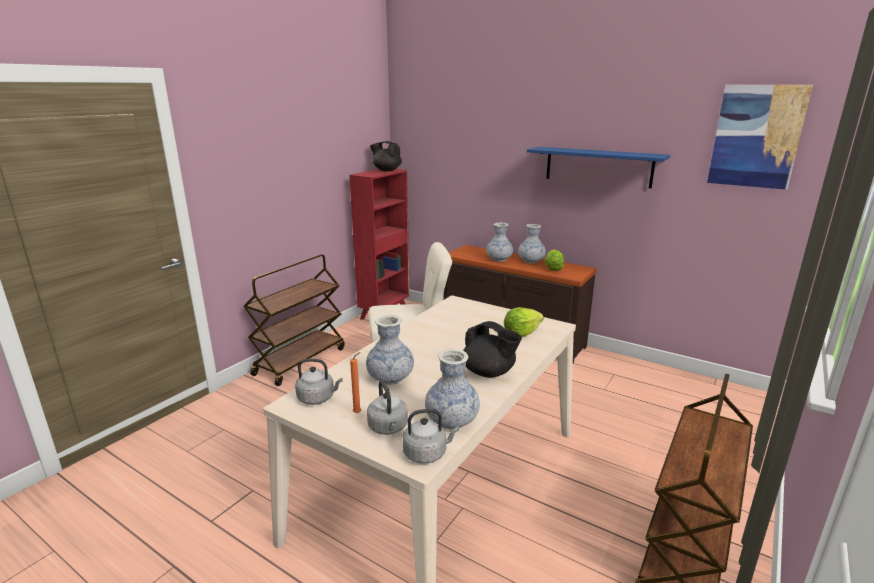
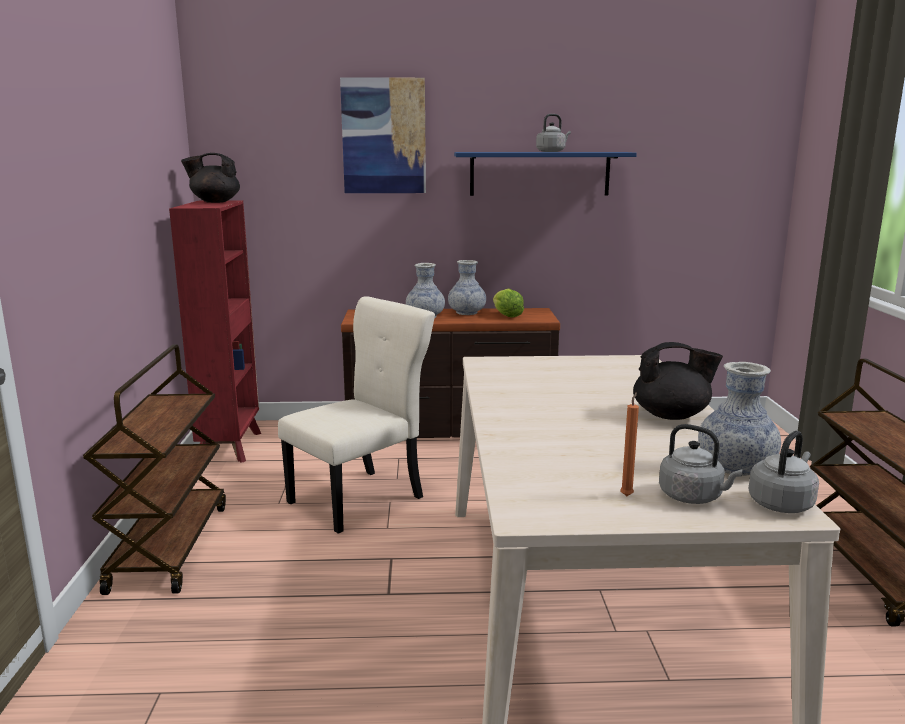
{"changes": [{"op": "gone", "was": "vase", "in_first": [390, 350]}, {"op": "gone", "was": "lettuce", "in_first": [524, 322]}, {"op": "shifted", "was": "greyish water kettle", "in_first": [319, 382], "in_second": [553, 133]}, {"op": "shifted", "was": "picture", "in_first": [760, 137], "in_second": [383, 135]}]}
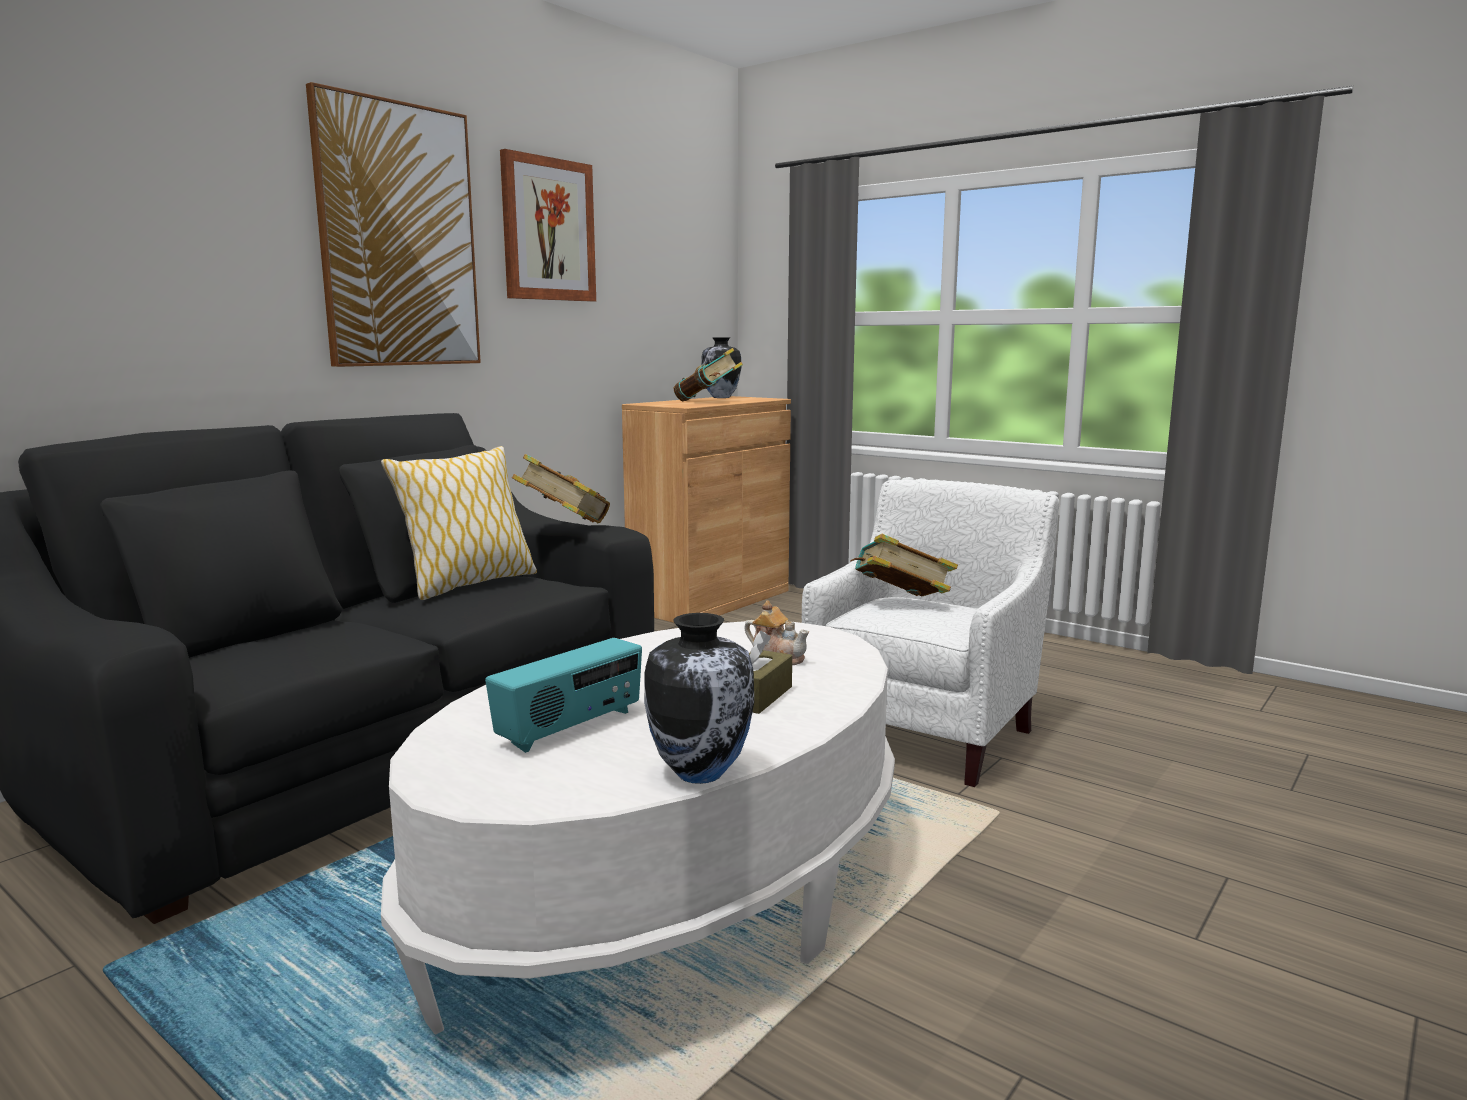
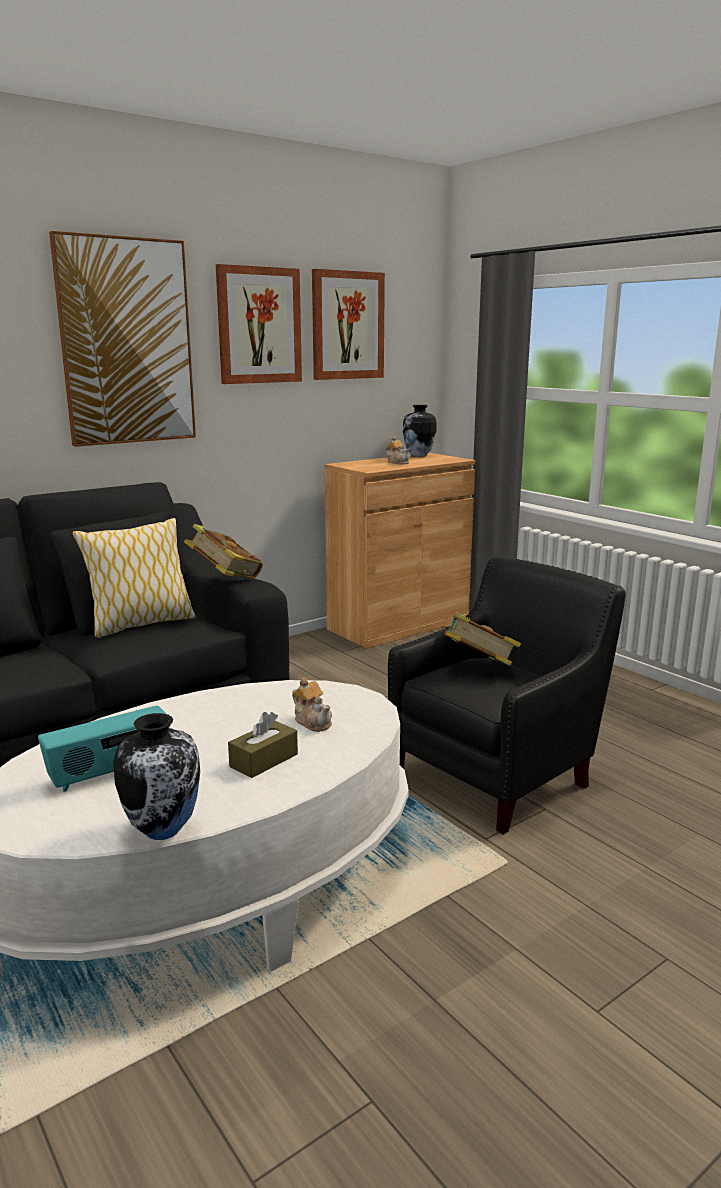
{"changes": [{"op": "new", "now": "picture", "in_second": [348, 324]}, {"op": "swapped", "was": "bound book", "now": "pot for tea", "in_first": [708, 374], "in_second": [397, 450]}, {"op": "repainted", "was": "white armchair", "now": "black armchair", "in_first": [930, 633], "in_second": [507, 696]}]}
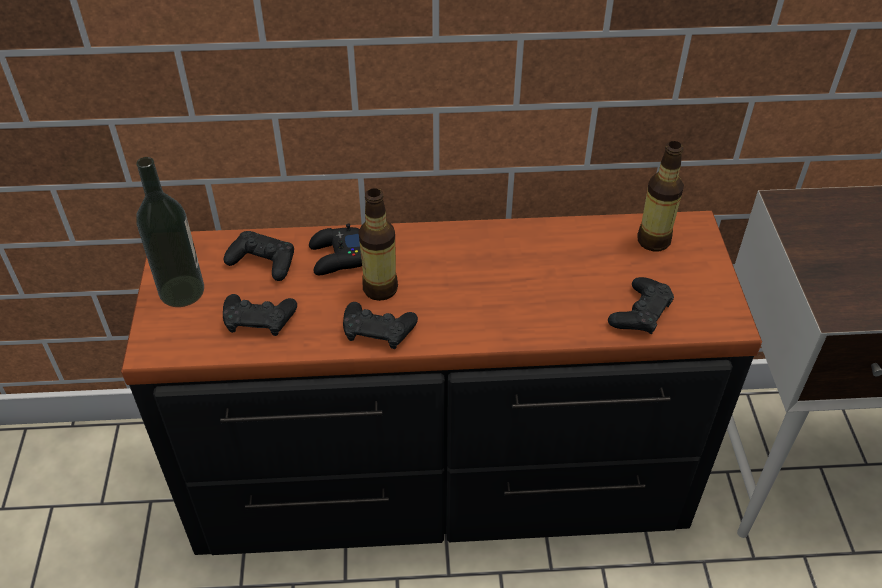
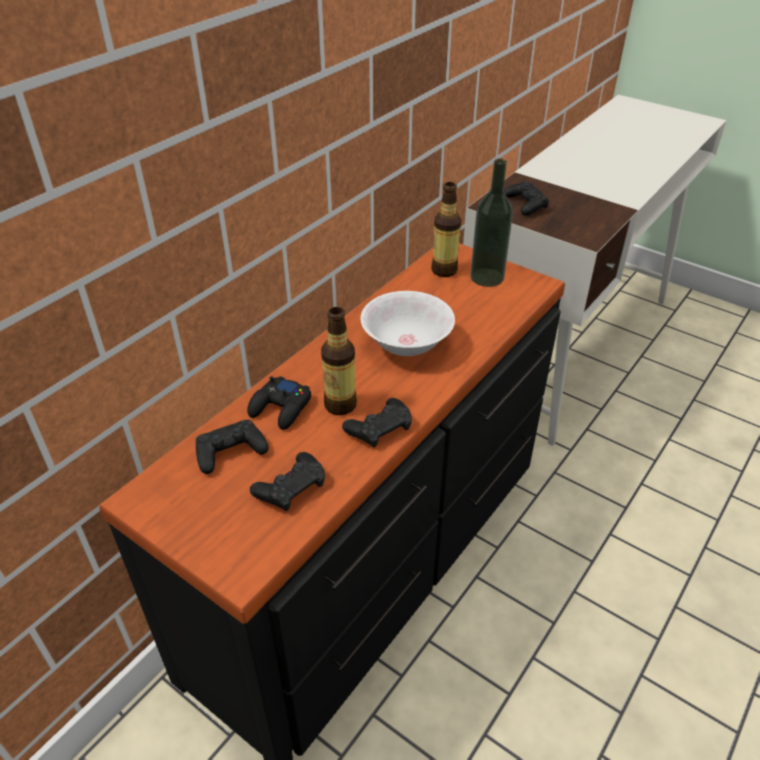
{"changes": [{"op": "new", "now": "white bowl", "in_second": [408, 323]}, {"op": "shifted", "was": "bottle", "in_first": [170, 232], "in_second": [491, 222]}, {"op": "shifted", "was": "black gamepad", "in_first": [641, 306], "in_second": [526, 198]}]}
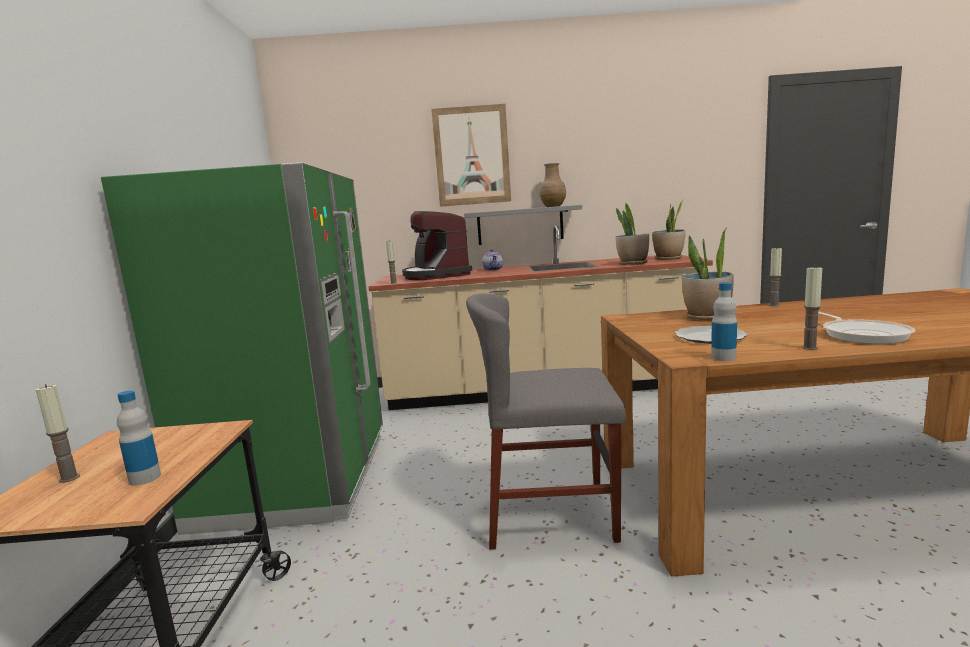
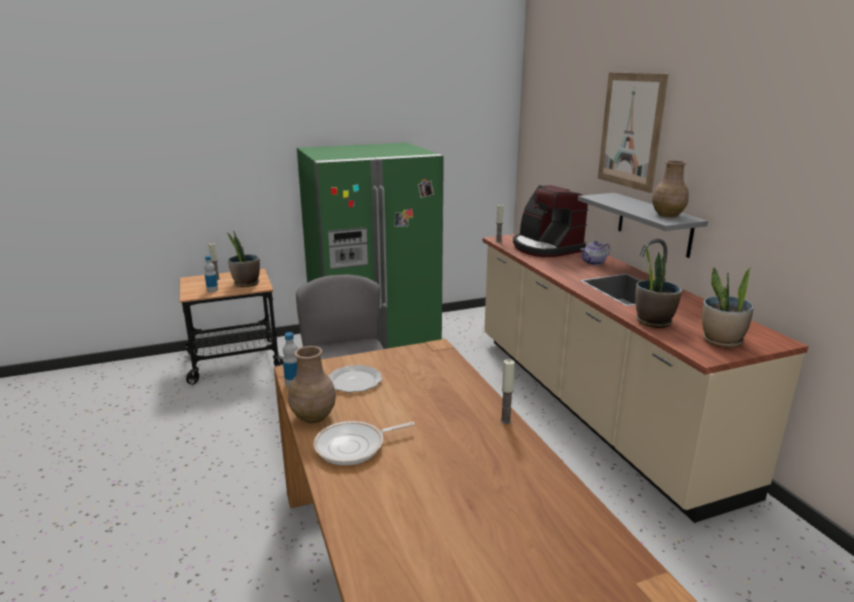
{"changes": [{"op": "shifted", "was": "potted plant", "in_first": [708, 274], "in_second": [243, 259]}, {"op": "swapped", "was": "wax candle", "now": "brown-coloured vase", "in_first": [812, 307], "in_second": [312, 384]}, {"op": "rotated", "was": "coffee brewer", "in_first": [437, 245], "in_second": [550, 221], "clockwise": -75}]}
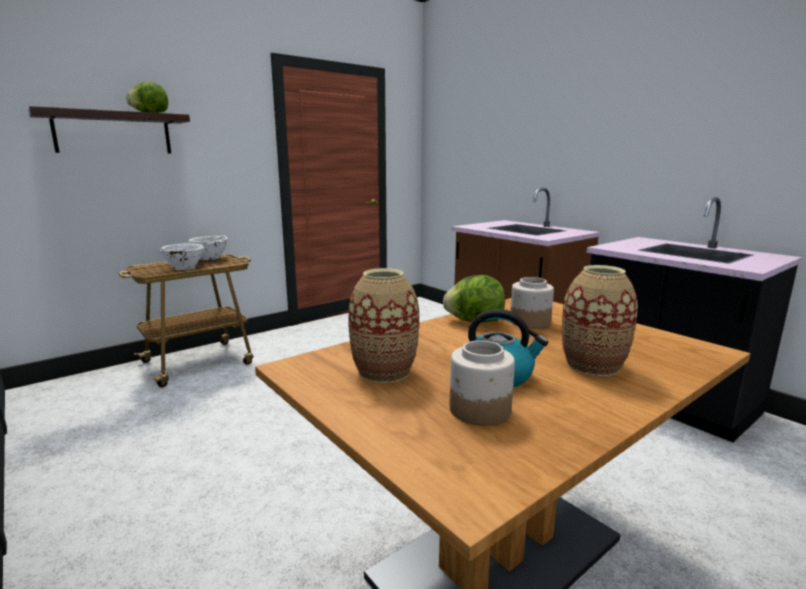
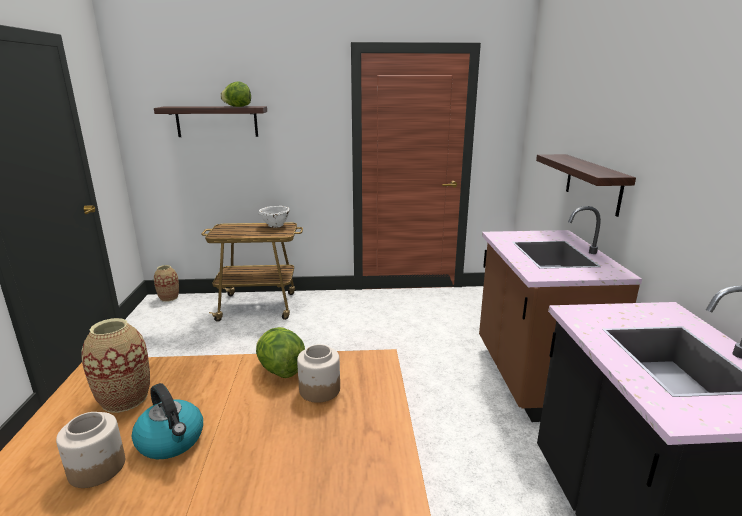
{"changes": [{"op": "gone", "was": "white bowl", "in_first": [181, 257]}, {"op": "new", "now": "shelf", "in_second": [586, 185]}, {"op": "shifted", "was": "vase", "in_first": [600, 320], "in_second": [166, 283]}]}
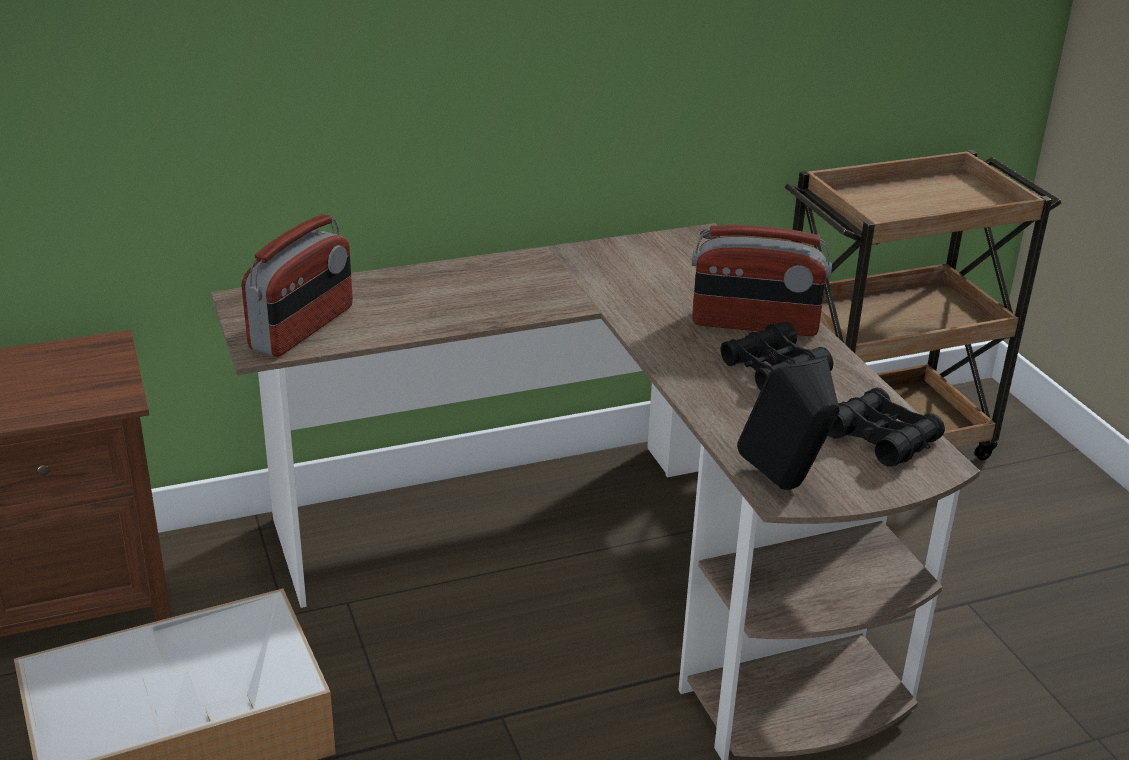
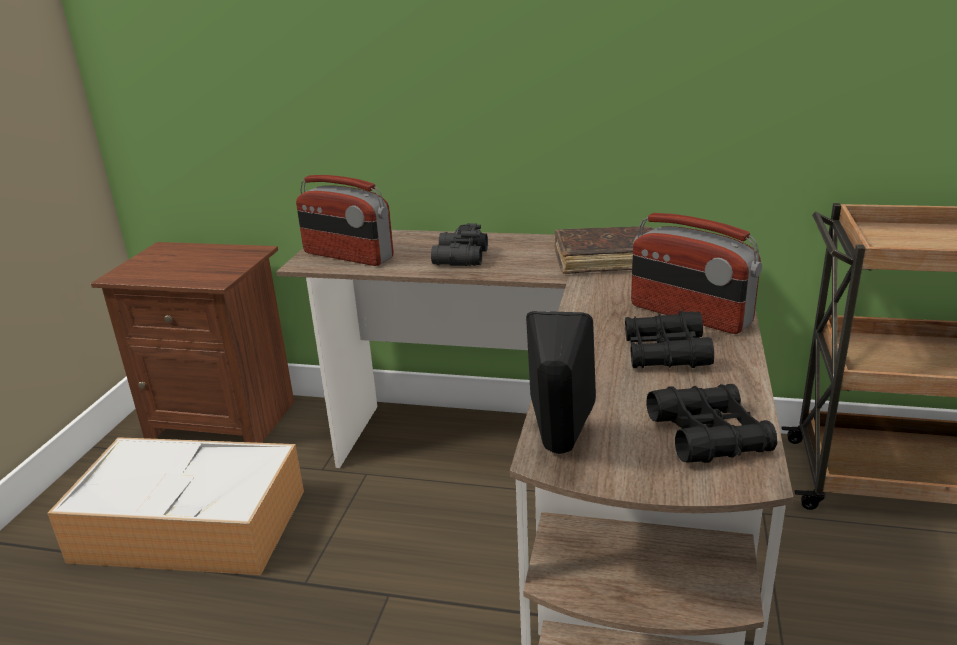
{"changes": [{"op": "new", "now": "black pair of binoculars", "in_second": [459, 244]}, {"op": "new", "now": "brown-coloured bound book", "in_second": [604, 250]}, {"op": "rotated", "was": "radio set", "in_first": [297, 285], "in_second": [345, 220], "clockwise": 60}]}
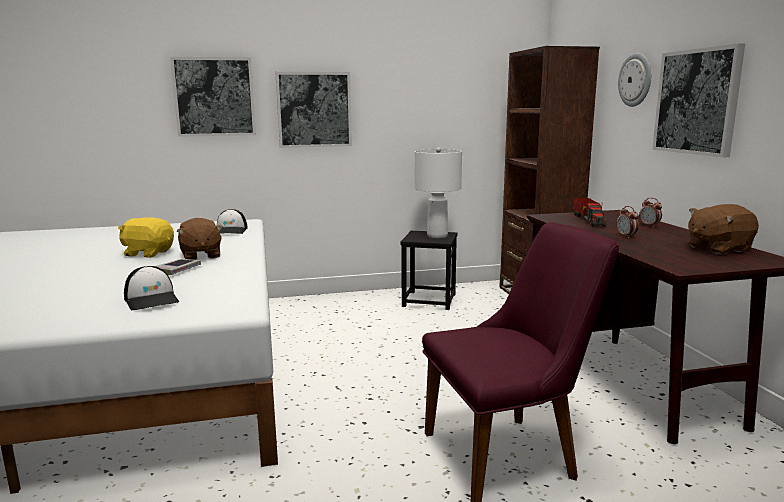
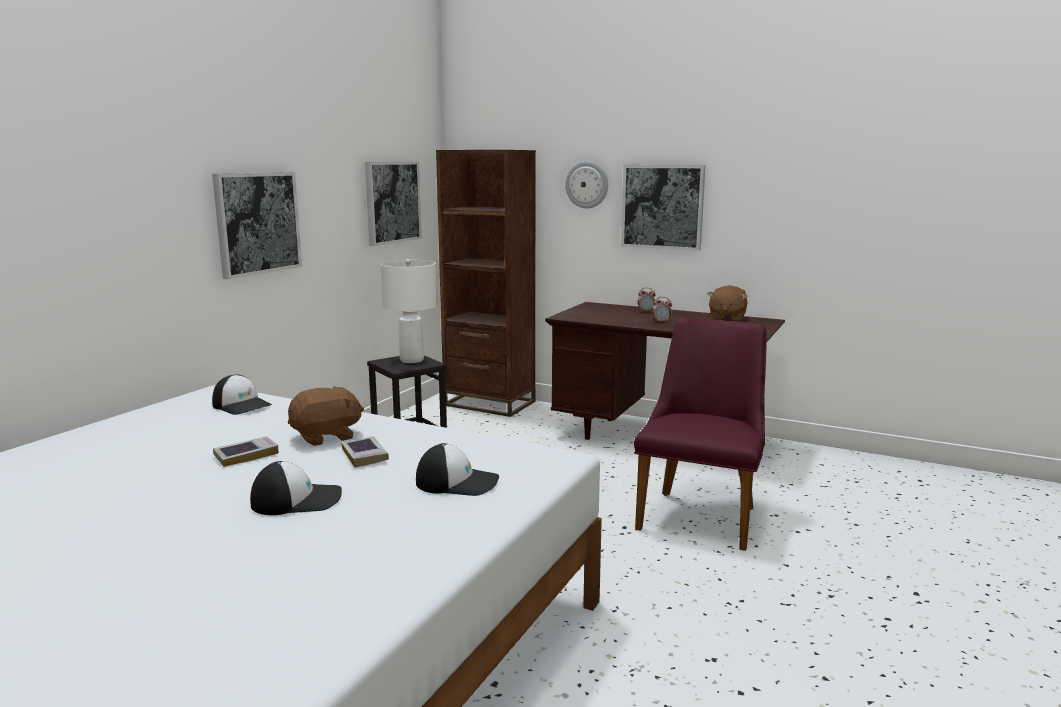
{"changes": [{"op": "gone", "was": "model truck", "in_first": [589, 212]}, {"op": "new", "now": "cap", "in_second": [296, 488]}, {"op": "shifted", "was": "picture", "in_first": [213, 97], "in_second": [393, 203]}, {"op": "swapped", "was": "yellowish cuddly toy", "now": "bound book", "in_first": [146, 237], "in_second": [246, 451]}, {"op": "rotated", "was": "brown-coloured cuddly toy", "in_first": [200, 239], "in_second": [326, 416], "clockwise": -45}]}
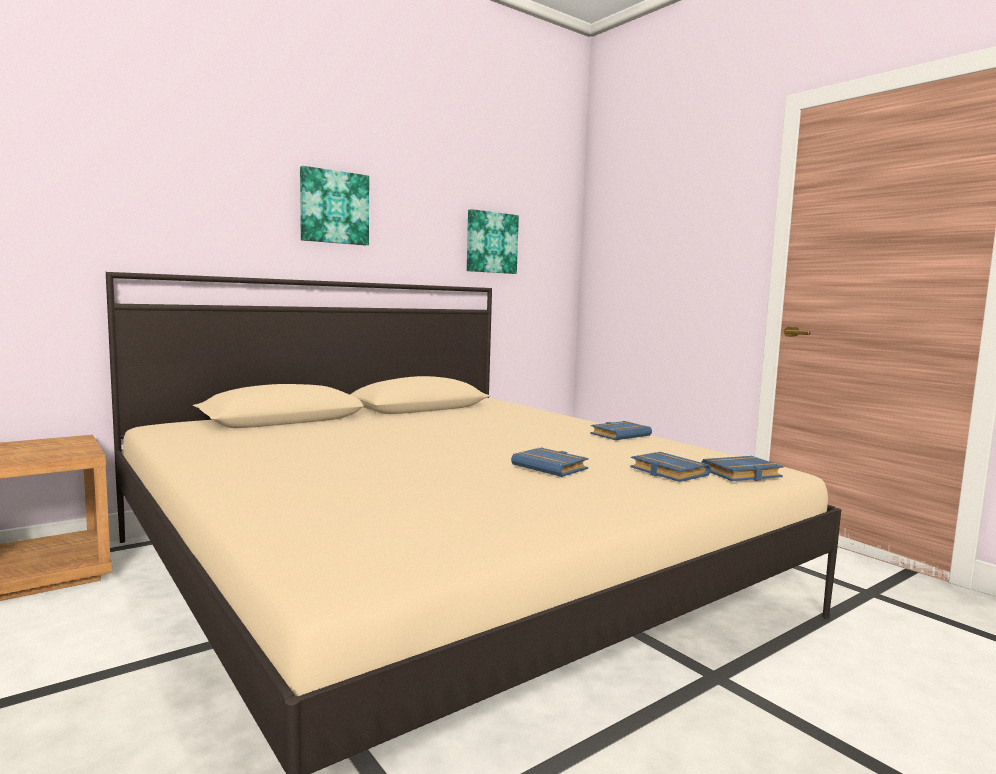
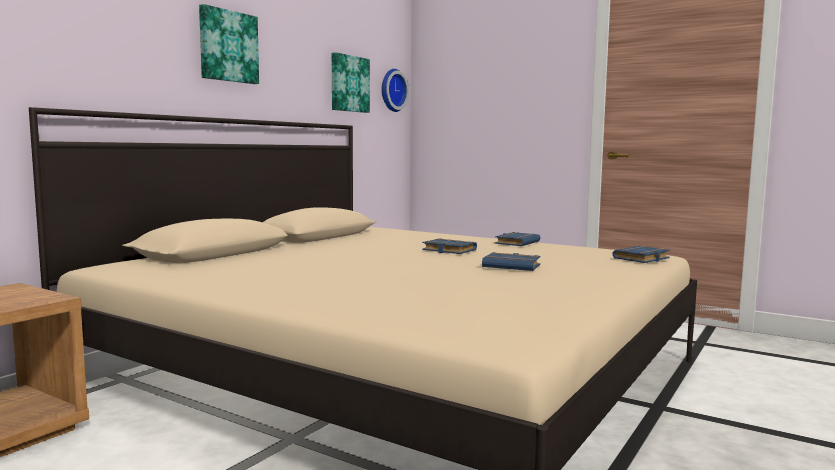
{"changes": [{"op": "new", "now": "wall clock", "in_second": [395, 90]}, {"op": "shifted", "was": "bluish bound book", "in_first": [670, 467], "in_second": [449, 246]}]}
